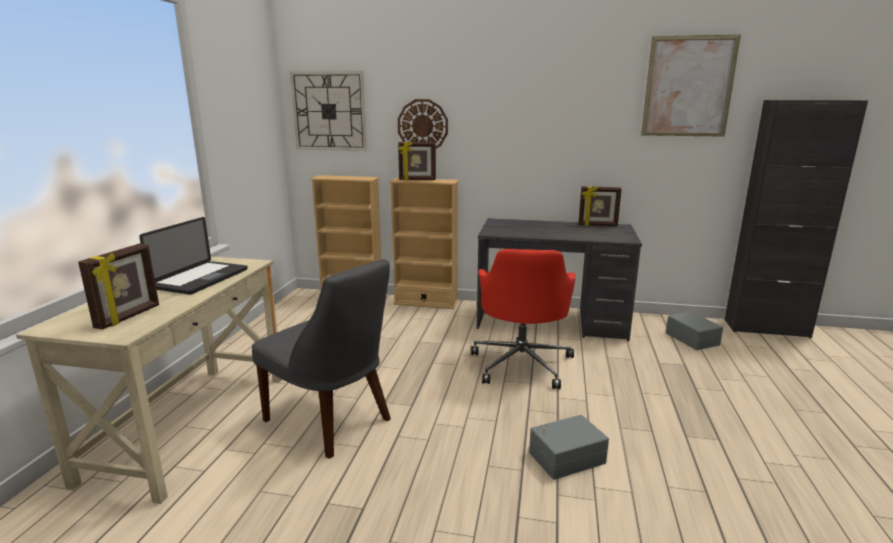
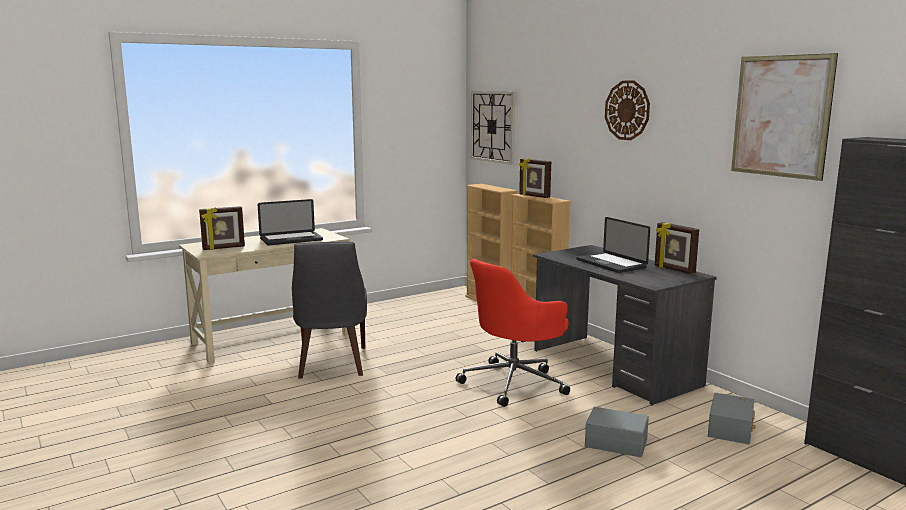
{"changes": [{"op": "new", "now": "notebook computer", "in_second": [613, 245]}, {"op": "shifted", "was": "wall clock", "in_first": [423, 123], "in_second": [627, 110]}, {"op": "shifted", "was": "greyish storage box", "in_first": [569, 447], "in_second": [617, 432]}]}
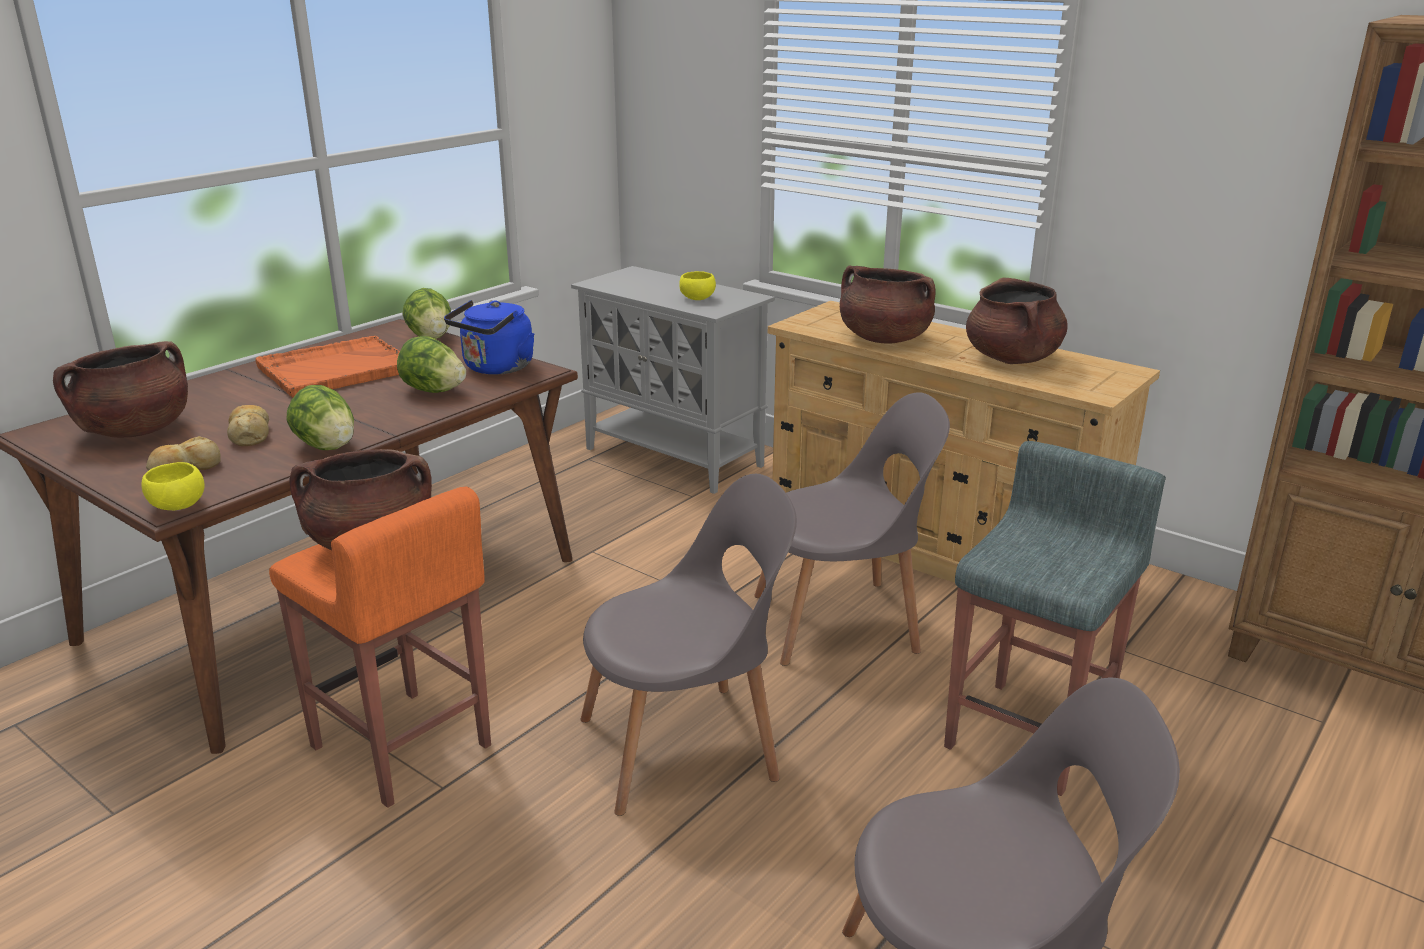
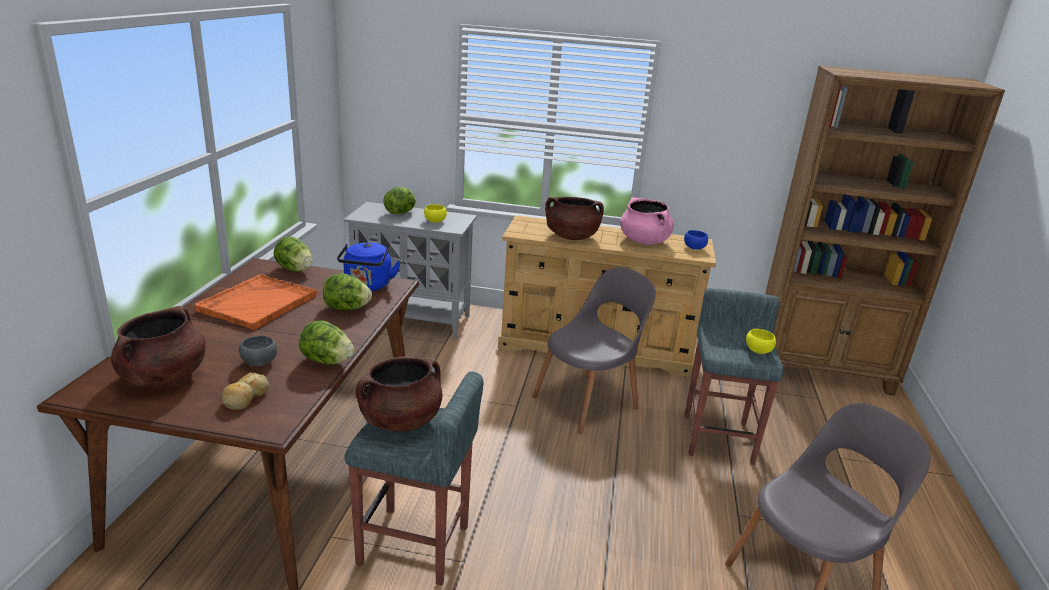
{"changes": [{"op": "gone", "was": "greyish upright chair", "in_first": [689, 645]}, {"op": "new", "now": "lettuce", "in_second": [399, 200]}, {"op": "new", "now": "bluish bowl", "in_second": [696, 240]}, {"op": "shifted", "was": "yellowish bowl", "in_first": [173, 486], "in_second": [761, 341]}, {"op": "swapped", "was": "baked bread", "now": "greyish bowl", "in_first": [248, 425], "in_second": [258, 350]}, {"op": "repainted", "was": "orange stool", "now": "greyish stool", "in_first": [380, 647], "in_second": [414, 478]}, {"op": "repainted", "was": "brown-coloured cooking pot", "now": "pinkish cooking pot", "in_first": [1017, 321], "in_second": [647, 221]}]}
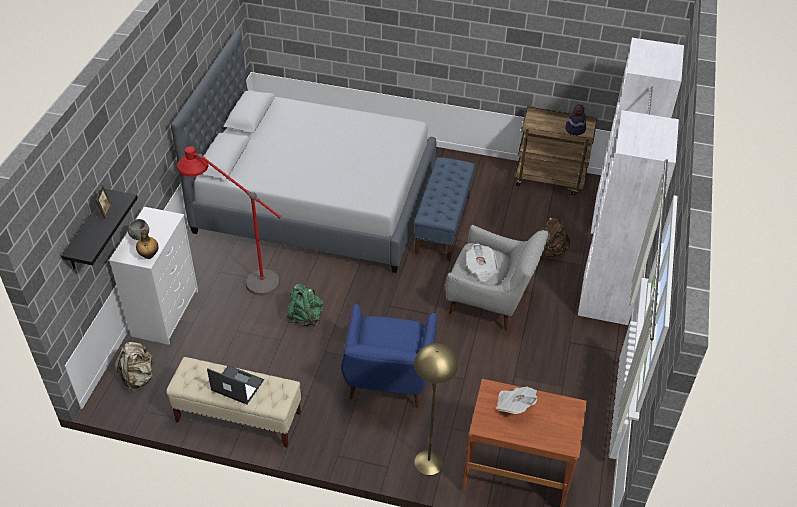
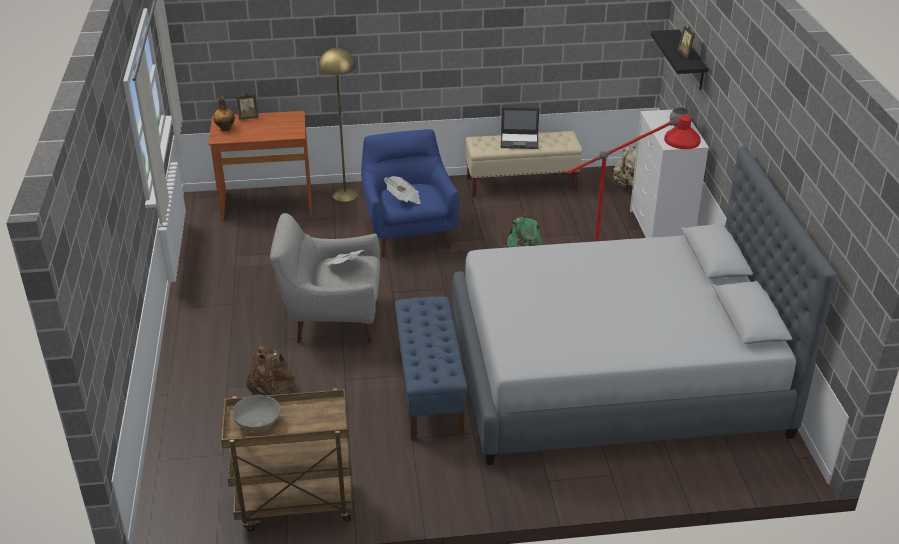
{"changes": [{"op": "gone", "was": "white armoire", "in_first": [631, 181]}, {"op": "new", "now": "standing frame", "in_second": [247, 106]}, {"op": "shifted", "was": "bottle", "in_first": [147, 244], "in_second": [224, 114]}, {"op": "shifted", "was": "newspaper", "in_first": [516, 400], "in_second": [402, 190]}, {"op": "swapped", "was": "hat", "now": "greyish bowl", "in_first": [575, 119], "in_second": [256, 413]}]}
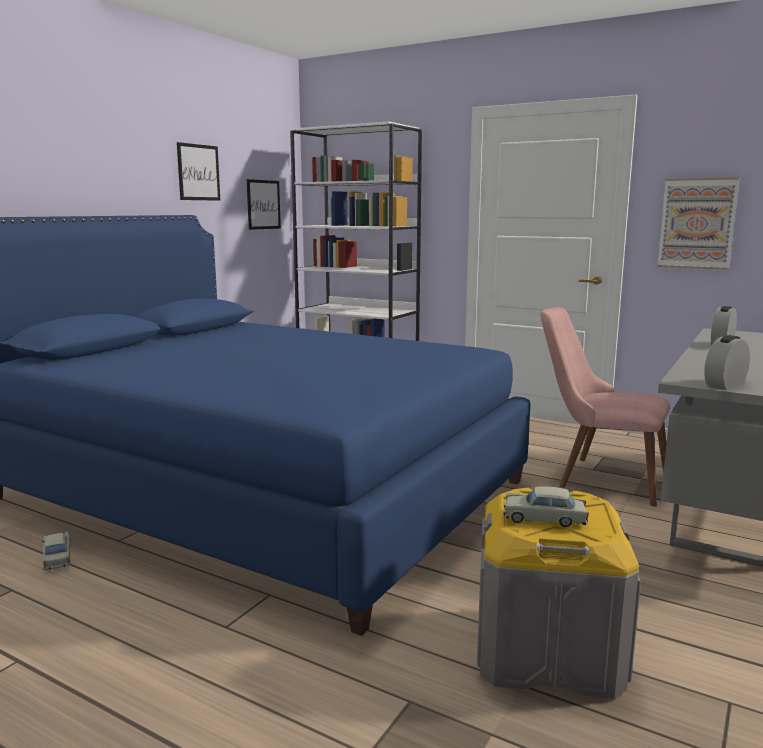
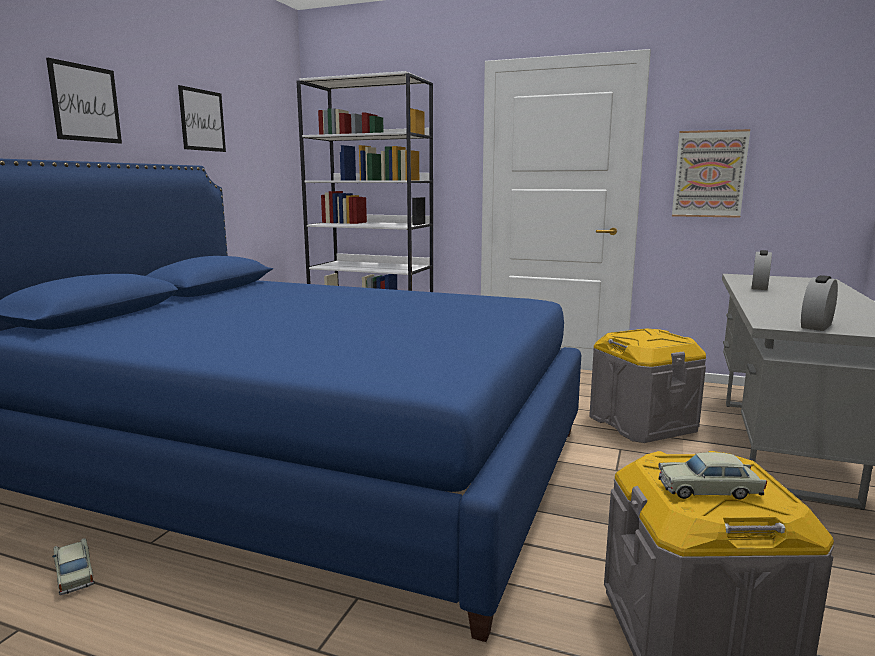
{"changes": [{"op": "shifted", "was": "picture", "in_first": [264, 204], "in_second": [84, 100]}, {"op": "swapped", "was": "pinkish upright chair", "now": "greyish storage box", "in_first": [605, 407], "in_second": [647, 385]}]}
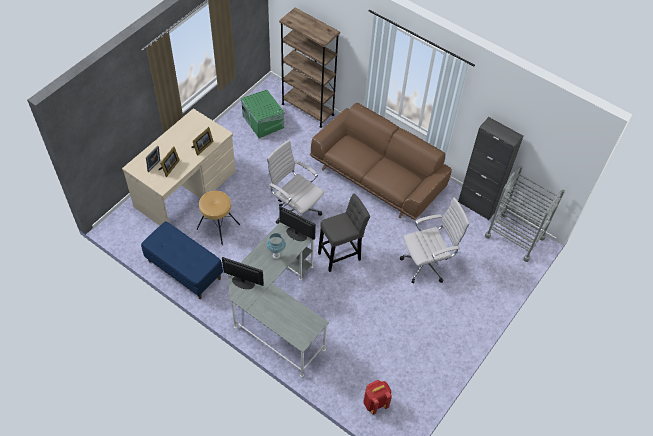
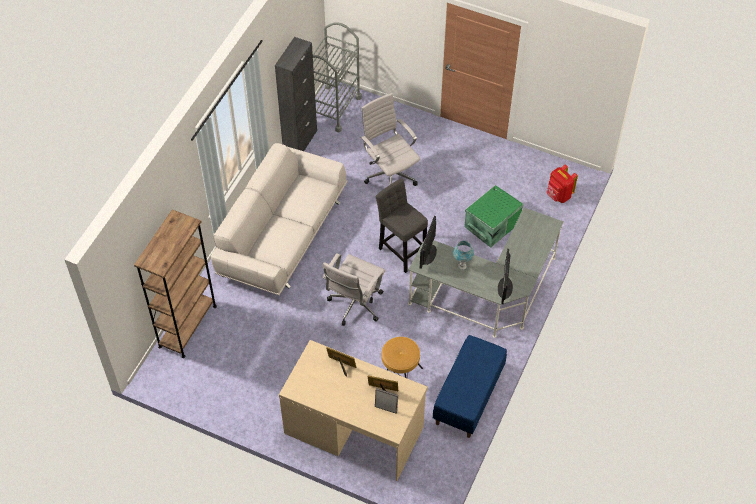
{"changes": [{"op": "shifted", "was": "green storage box", "in_first": [263, 114], "in_second": [494, 216]}, {"op": "repainted", "was": "brown-coloured couch", "now": "white couch", "in_first": [380, 161], "in_second": [279, 219]}]}
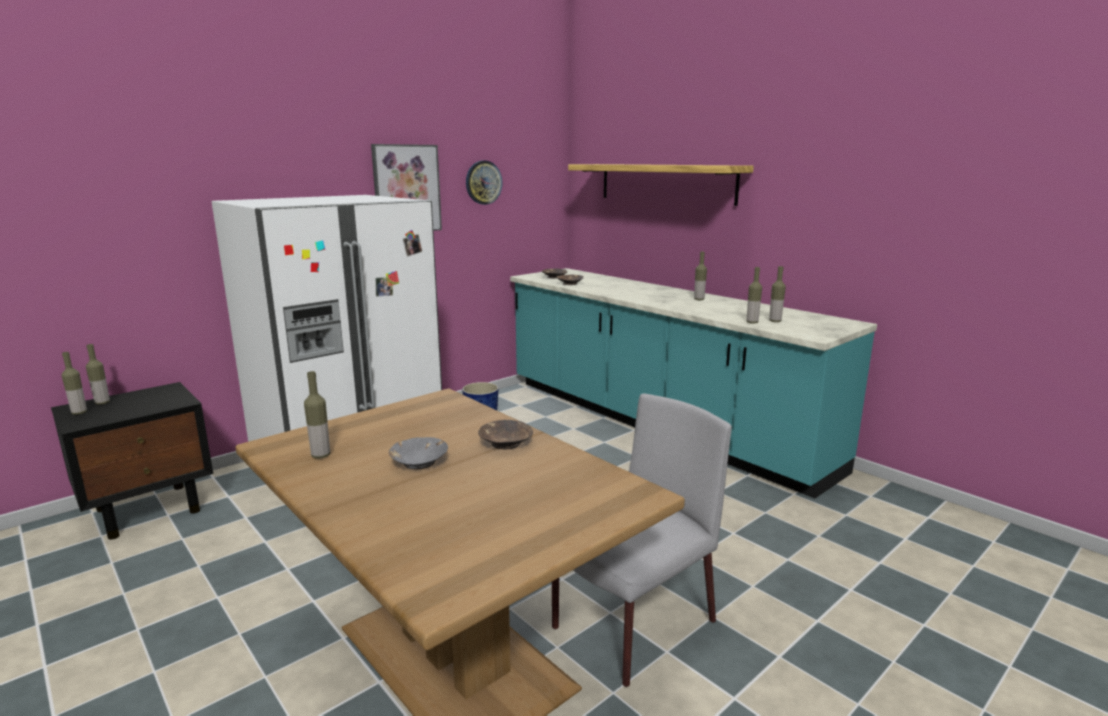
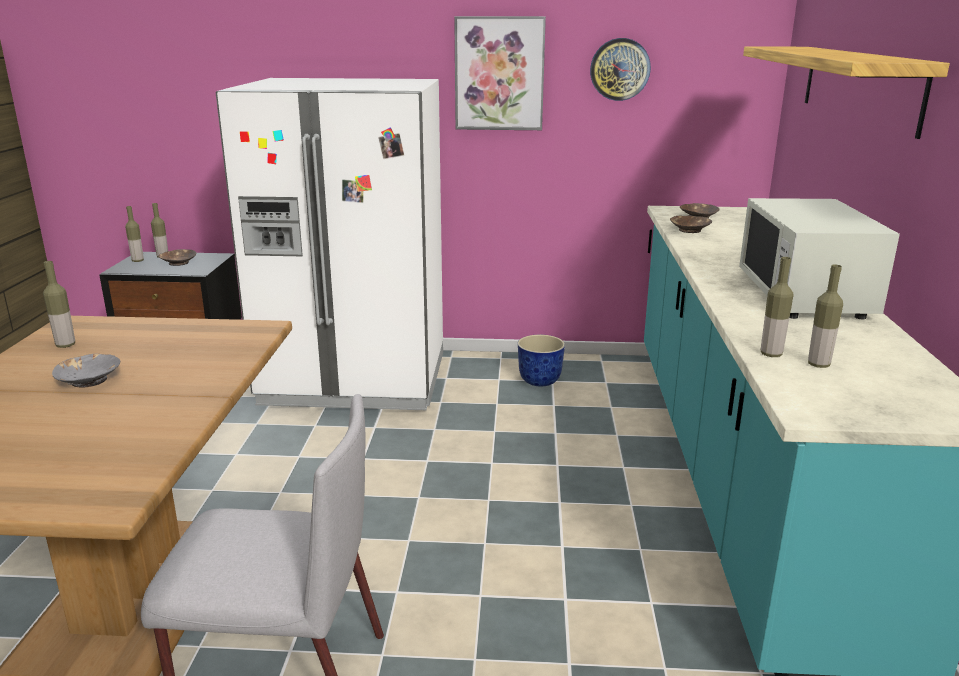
{"changes": [{"op": "shifted", "was": "brown-coloured bowl", "in_first": [505, 434], "in_second": [178, 257]}, {"op": "swapped", "was": "bottle", "now": "white microwave oven", "in_first": [700, 276], "in_second": [819, 258]}]}
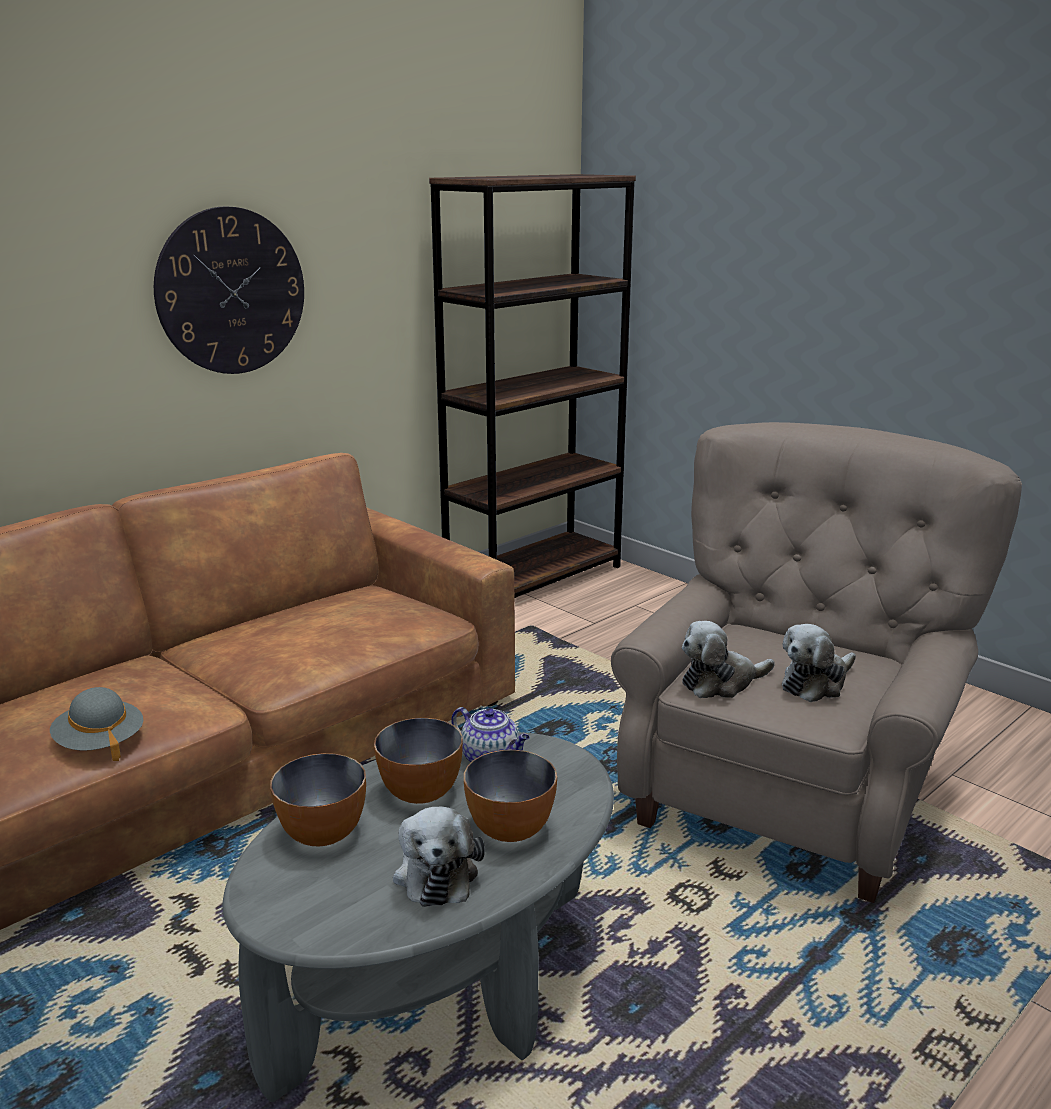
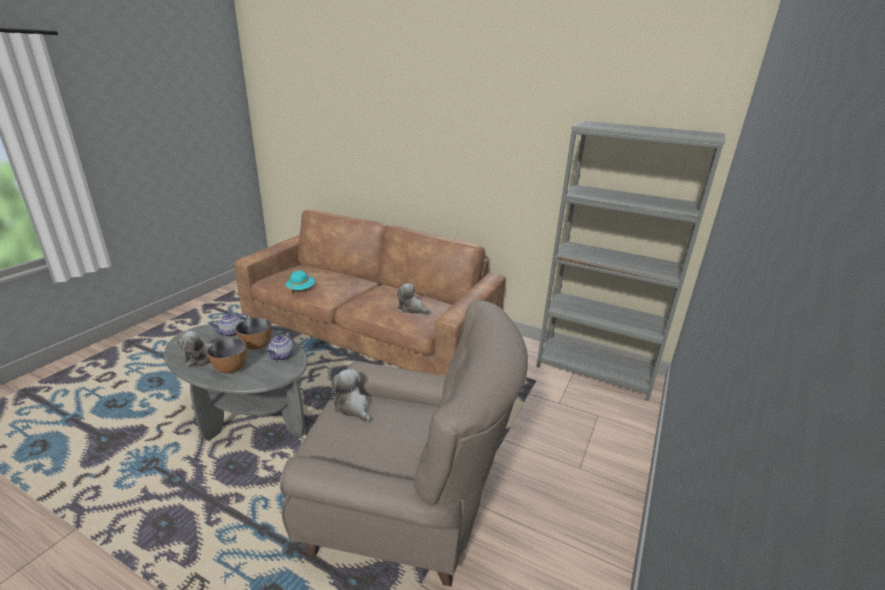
{"changes": [{"op": "gone", "was": "wall clock", "in_first": [229, 290]}, {"op": "shifted", "was": "cuddly toy", "in_first": [819, 663], "in_second": [414, 298]}, {"op": "swapped", "was": "bowl", "now": "pot for tea", "in_first": [318, 800], "in_second": [229, 325]}, {"op": "repainted", "was": "greyish hat", "now": "turquoise hat", "in_first": [96, 724], "in_second": [300, 282]}, {"op": "repainted", "was": "brown-coloured bookcase", "now": "greyish bookcase", "in_first": [532, 386], "in_second": [630, 261]}]}
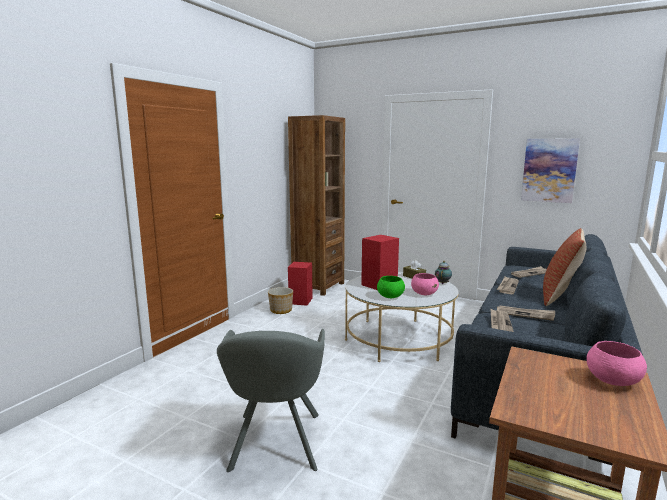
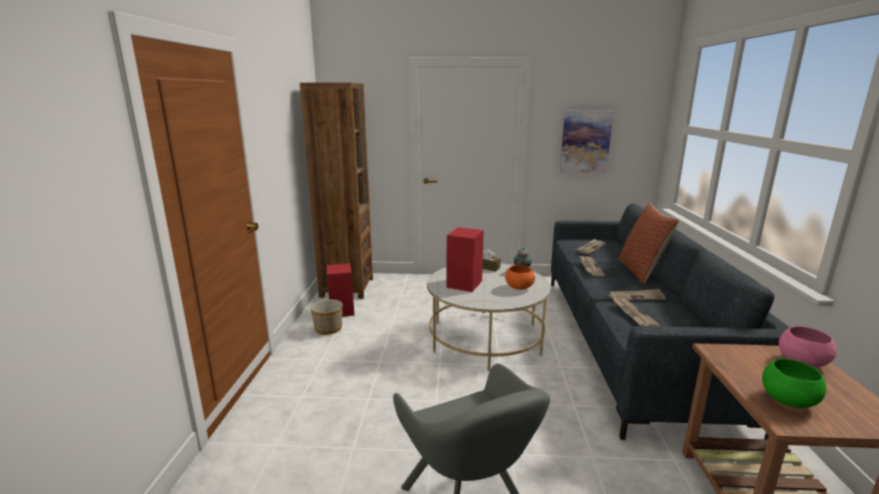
{"changes": [{"op": "shifted", "was": "green bowl", "in_first": [391, 287], "in_second": [794, 383]}, {"op": "repainted", "was": "pinkish bowl", "now": "orange bowl", "in_first": [425, 284], "in_second": [520, 277]}]}
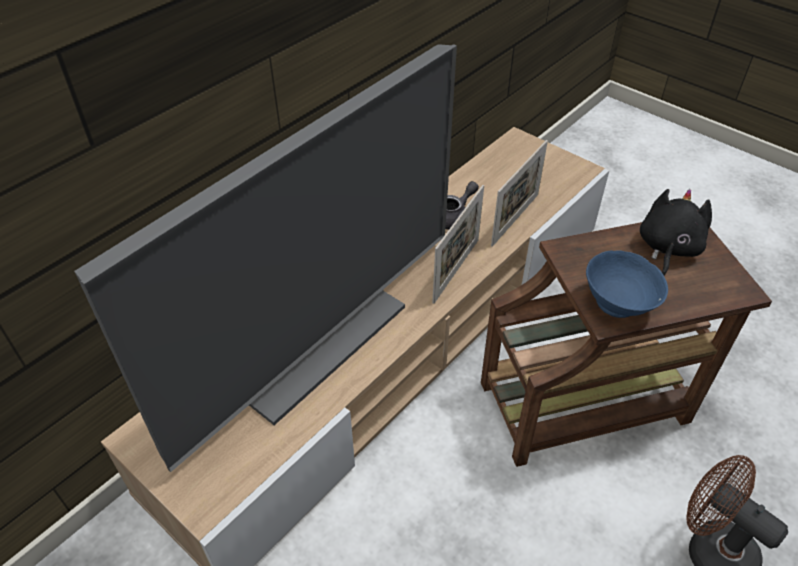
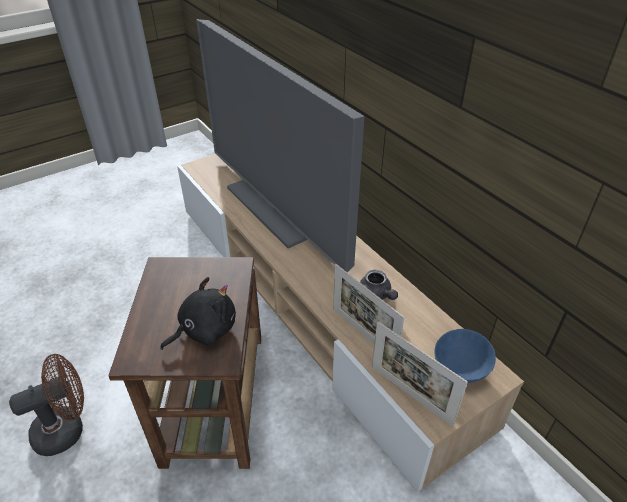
{"changes": [{"op": "shifted", "was": "standing frame", "in_first": [458, 244], "in_second": [420, 374]}, {"op": "shifted", "was": "bluish bowl", "in_first": [627, 284], "in_second": [465, 356]}, {"op": "rotated", "was": "black cuddly toy", "in_first": [676, 232], "in_second": [198, 313], "clockwise": -75}]}
